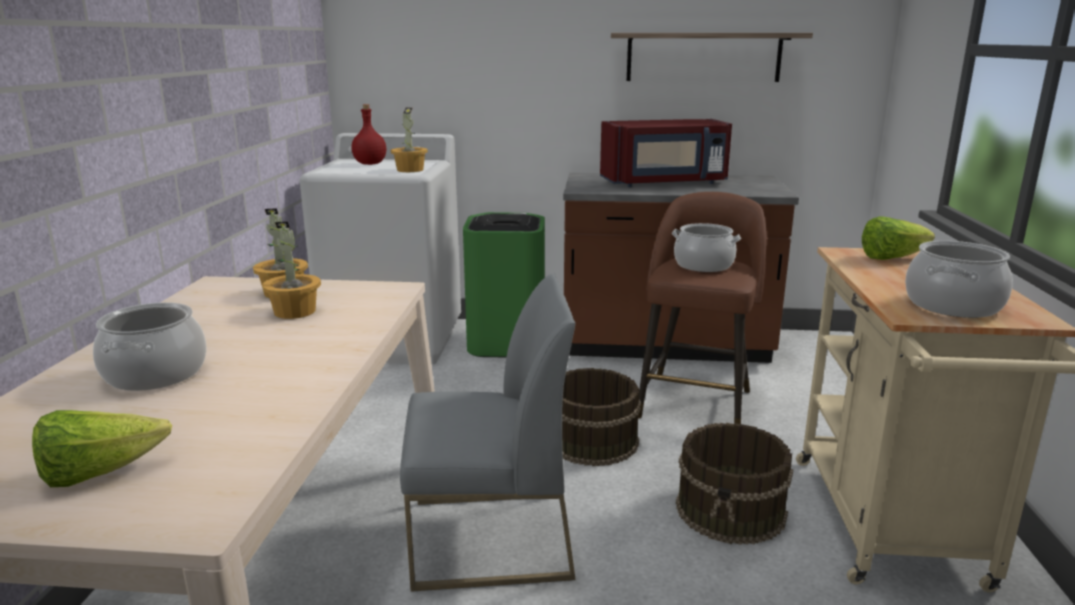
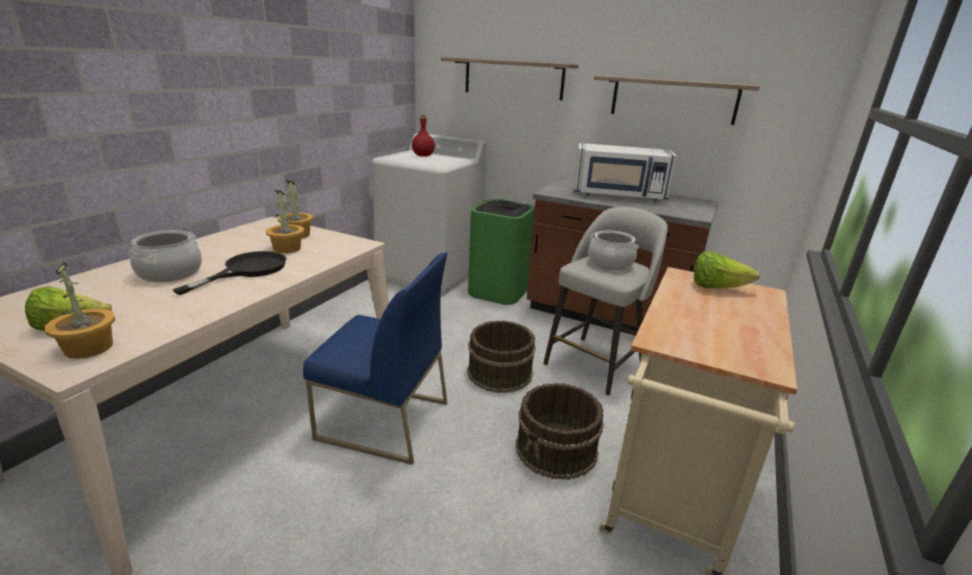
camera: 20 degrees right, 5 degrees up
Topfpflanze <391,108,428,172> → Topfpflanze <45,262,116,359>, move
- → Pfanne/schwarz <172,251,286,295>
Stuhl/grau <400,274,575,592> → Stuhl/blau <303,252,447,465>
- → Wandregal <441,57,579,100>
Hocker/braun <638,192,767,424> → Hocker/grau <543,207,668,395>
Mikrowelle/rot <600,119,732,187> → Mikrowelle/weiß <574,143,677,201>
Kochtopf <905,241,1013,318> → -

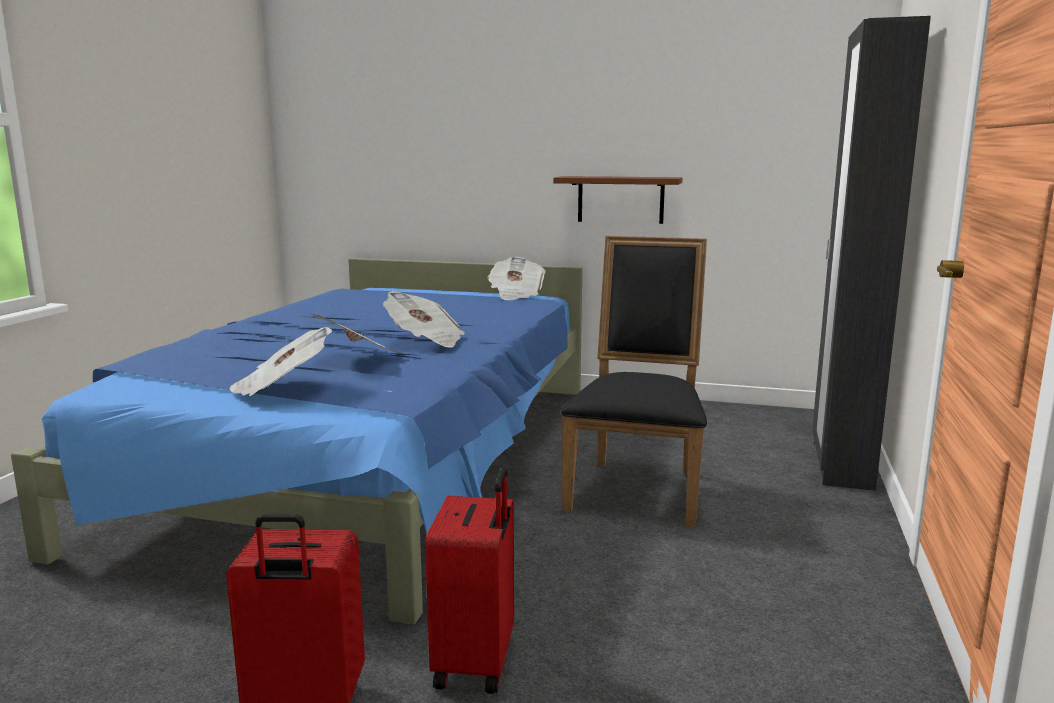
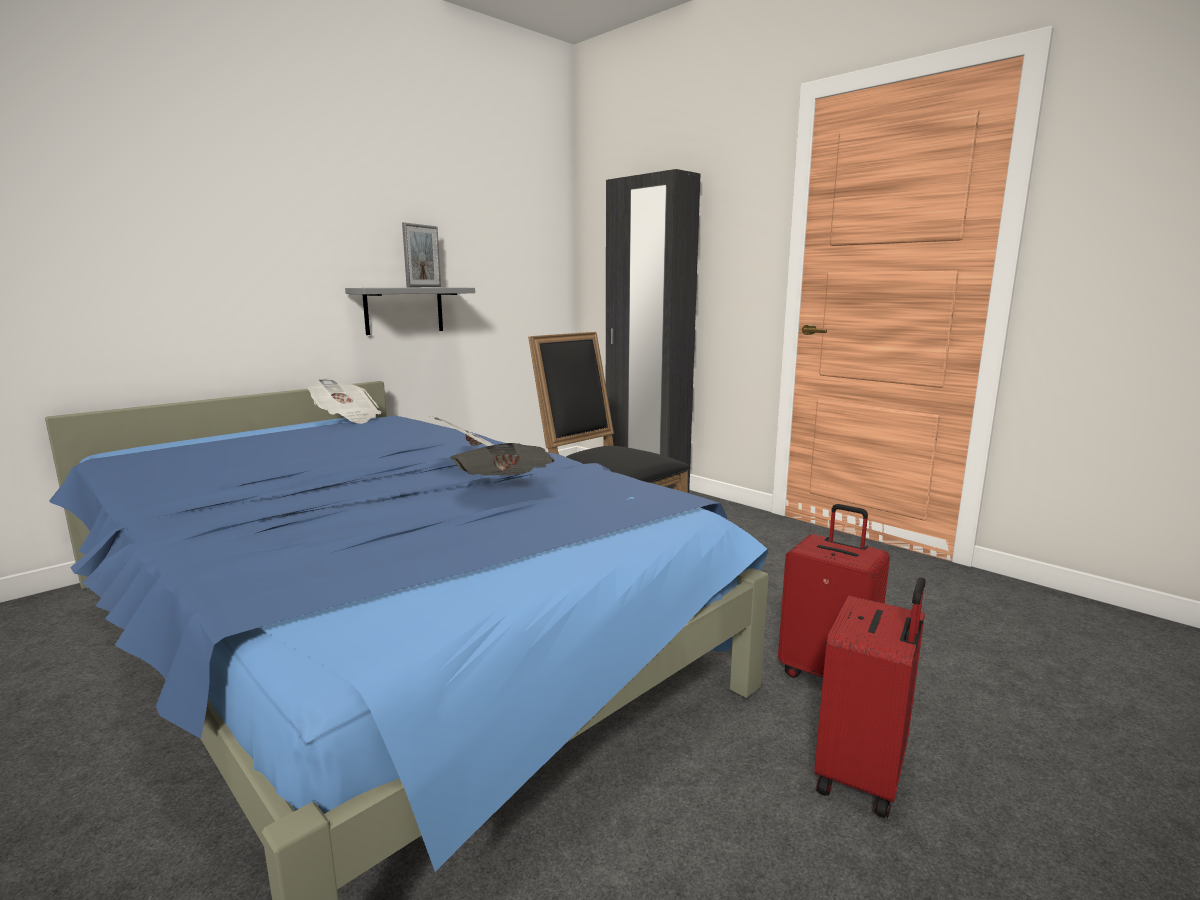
camera: 60 degrees left, 0 degrees up
Wandregal/braun <553,176,683,224> → Wandregal/grau <345,288,475,335>
- → Bilderrahmen <402,222,441,287>
Zeitung <229,327,332,396> → -

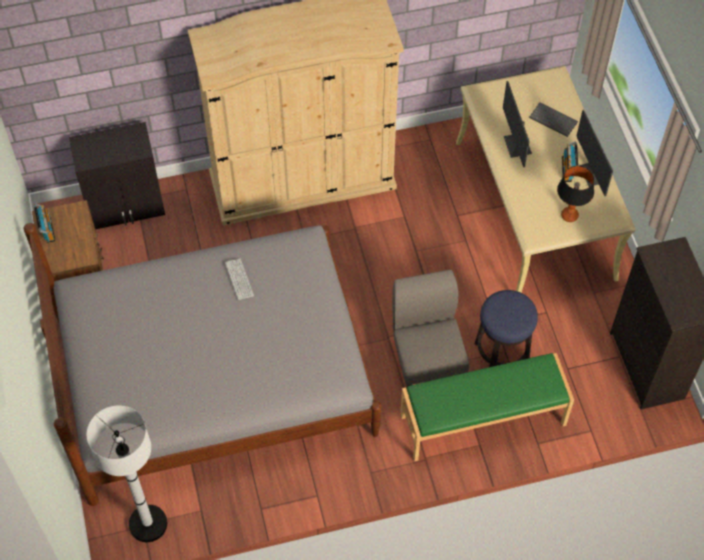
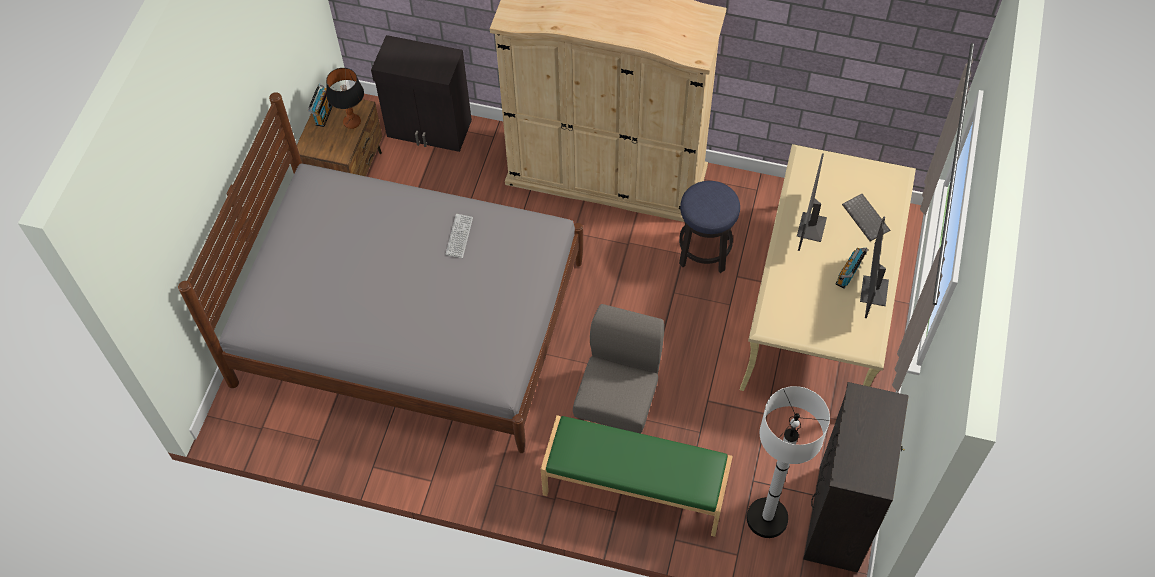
camera: 30 degrees right, 0 degrees up
Tischlampe <557,166,594,222> → Tischlampe <326,68,364,129>, move
Hocker <475,290,538,367> → Hocker <679,181,740,273>, move
Stehlampe/weiß <87,405,167,542> → Stehlampe/weiß <747,386,830,538>, move

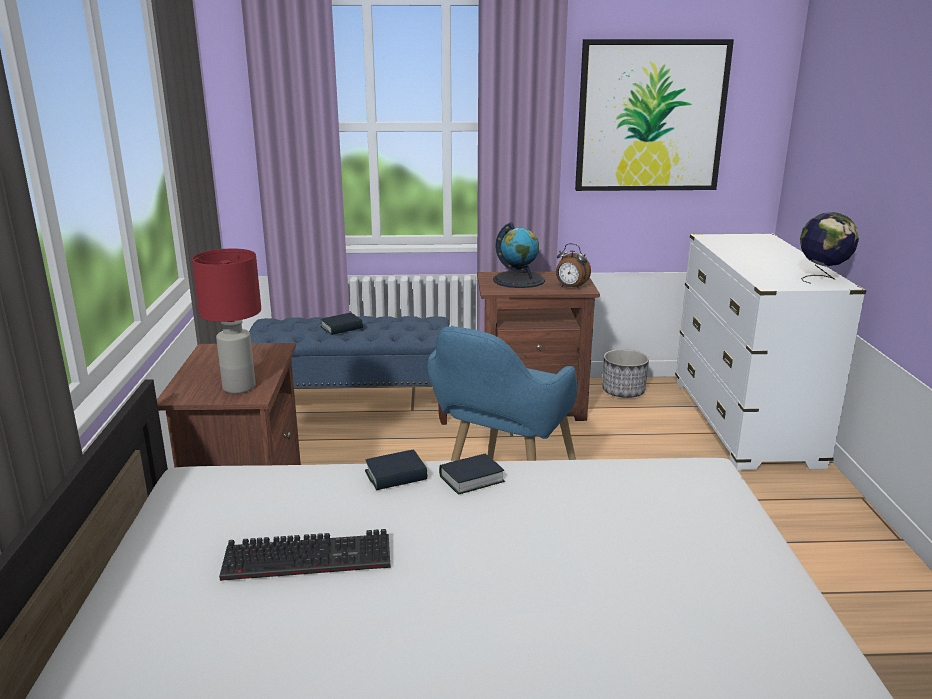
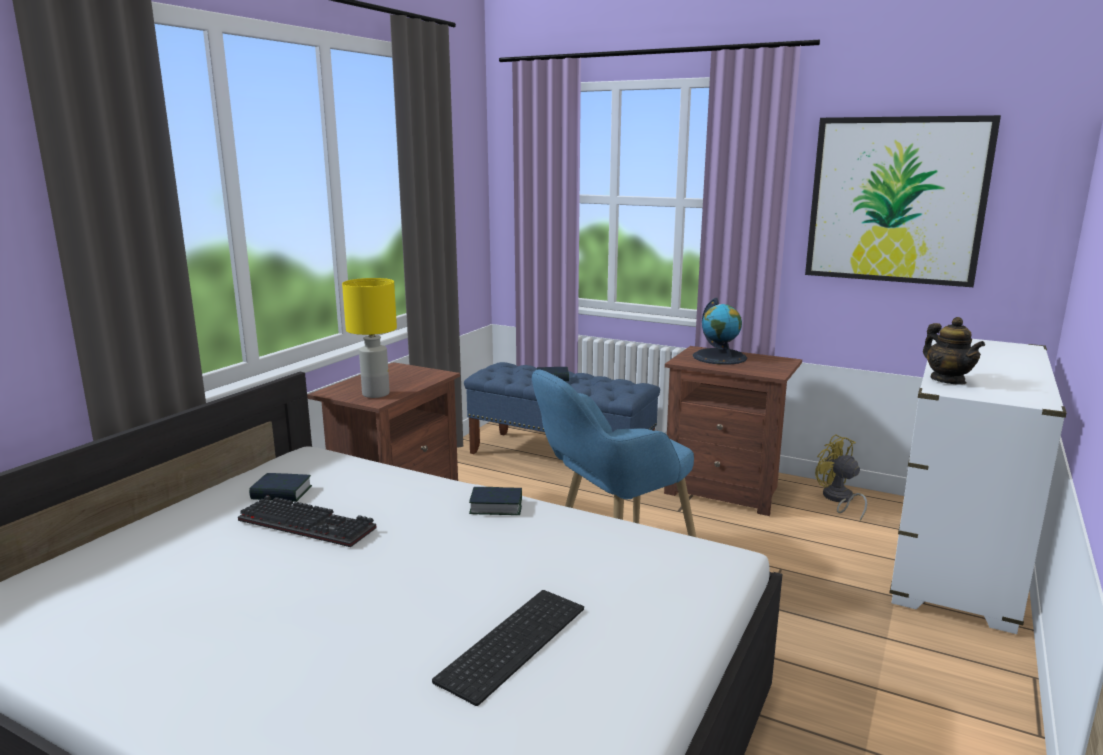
camera: 30 degrees right, 5 degrees down
Buch <365,449,427,490> → Buch <249,473,312,502>, move
Tischlampe/rot <192,248,261,393> → Tischlampe/gelb <342,278,397,398>
- → Tastatur <432,590,584,706>
Pflanzkübel <603,349,649,398> → Ventilator/gelb <815,434,867,521>
- → Teekanne <923,317,985,385>
Wecker <556,243,591,289> → -
Globus <800,212,859,284> → -

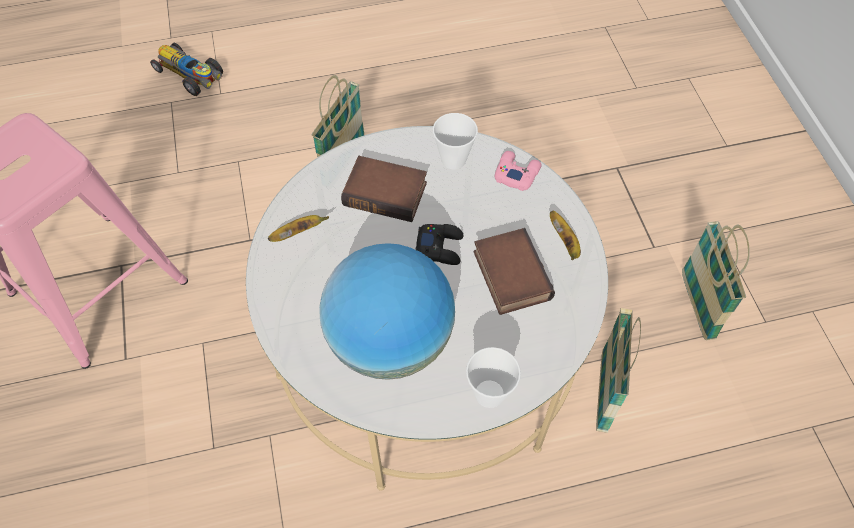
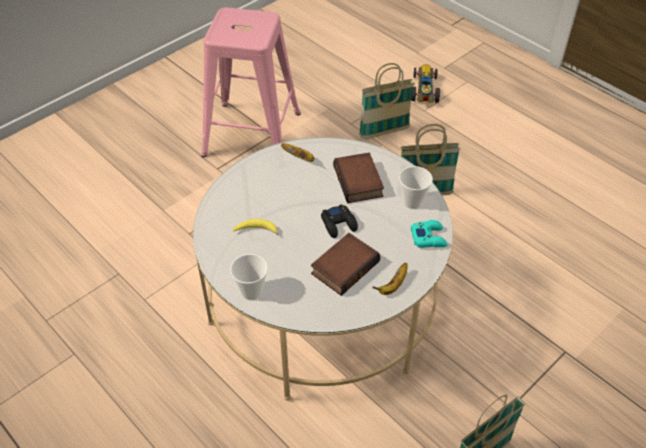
camera: 60 degrees right, 10 degrees down
Globus <319,243,455,380> → Banane <233,219,278,236>
Korb <596,308,641,433> → Korb <359,63,415,139>, move
Gamepad/rosa <495,151,542,191> → Gamepad/türkis <411,220,448,248>

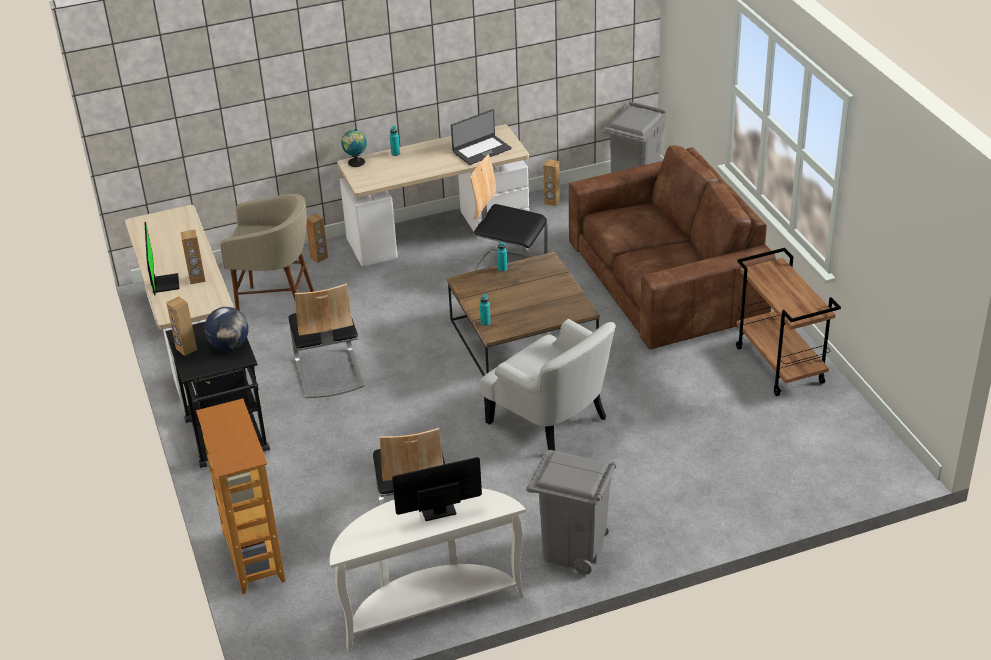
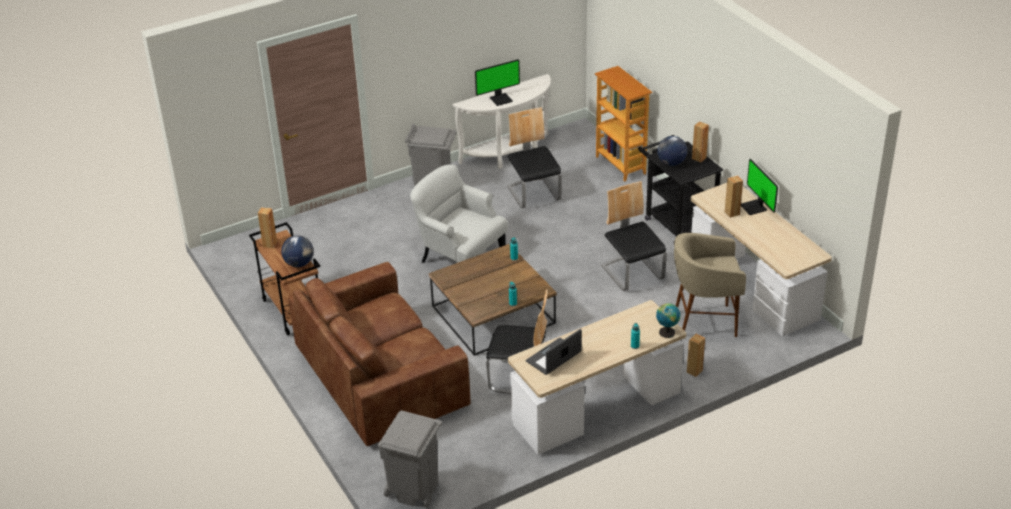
camera: 170 degrees right, 0 degrees up
Lautsprecher/braun <543,159,560,206> → Lautsprecher/braun <258,207,277,248>, move
- → Globus <281,235,313,267>

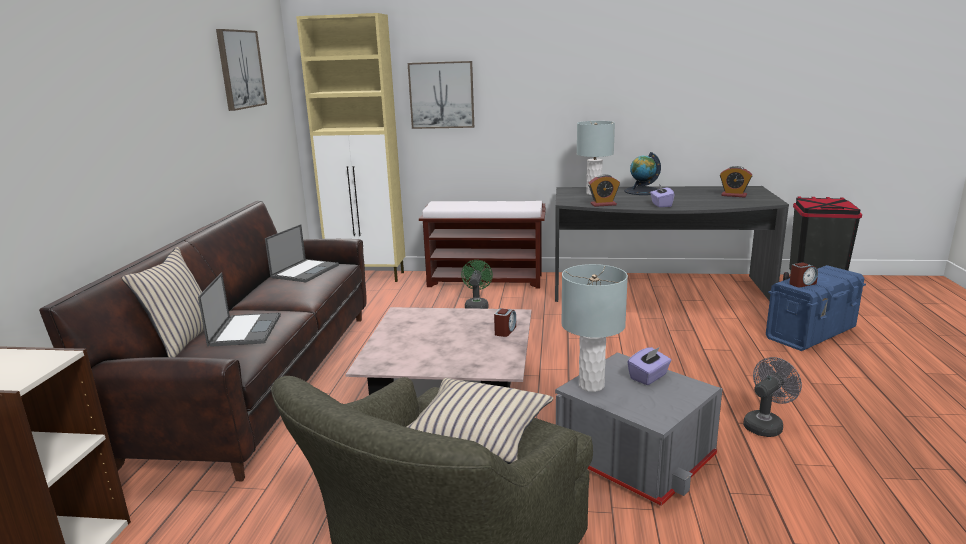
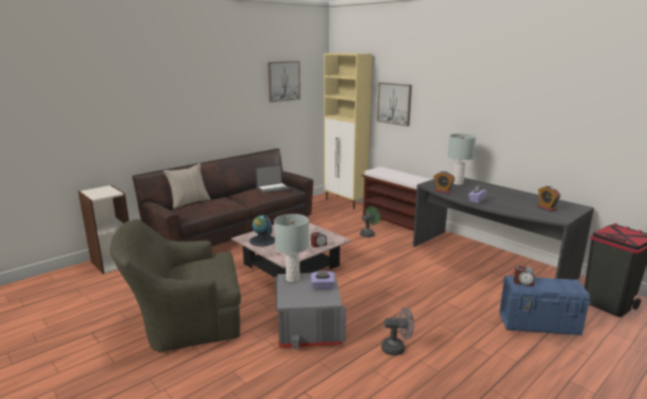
camera: 40 degrees right, 0 degrees up
Globus <624,152,661,195> → Globus <249,215,275,246>, move
Laptop <198,273,281,347> → -
Kissen/beige <406,378,553,464> → -

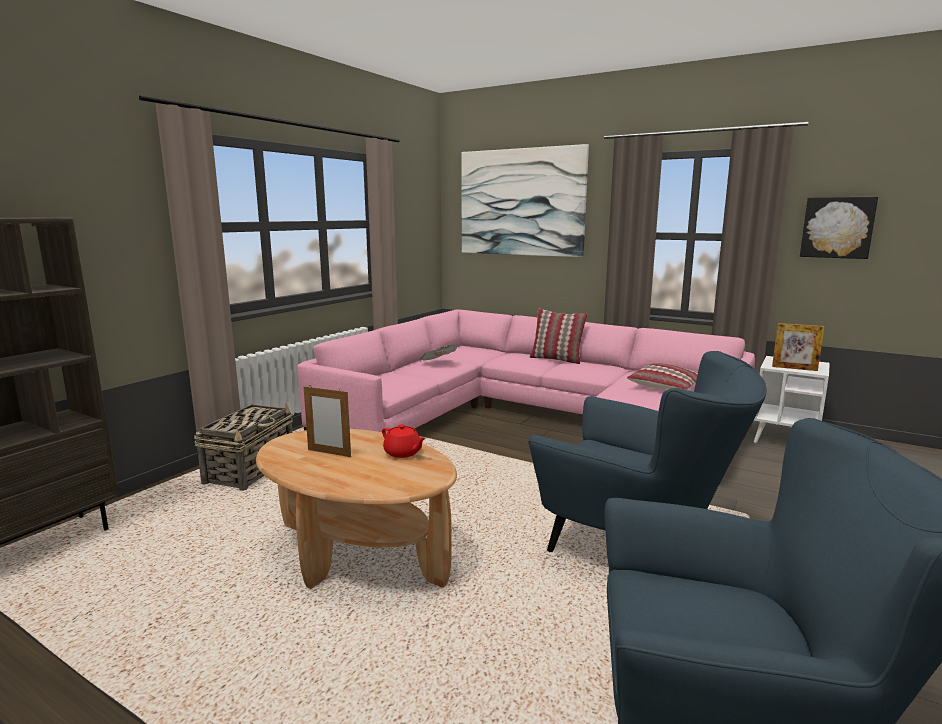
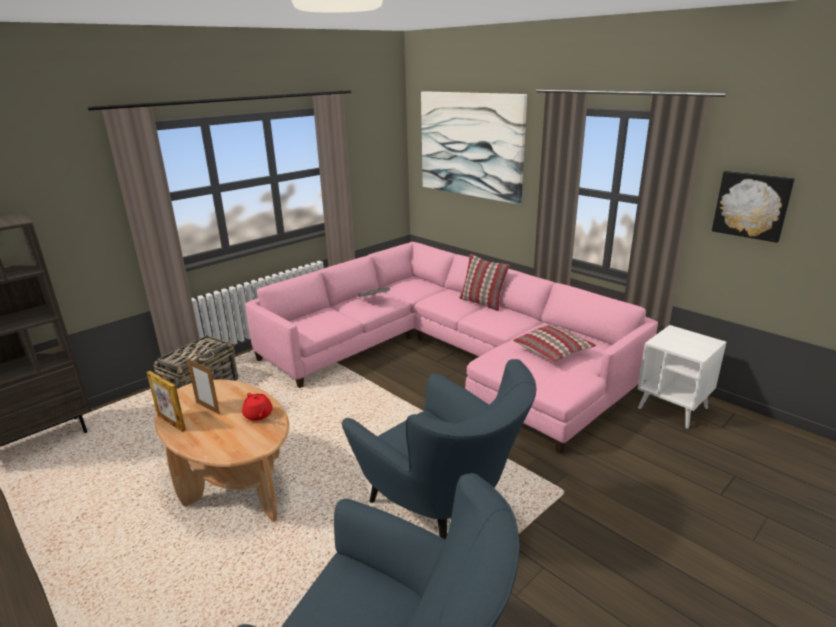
camera: 15 degrees right, 10 degrees up
Bilderrahmen <772,323,825,371> → Bilderrahmen <146,371,186,432>, move

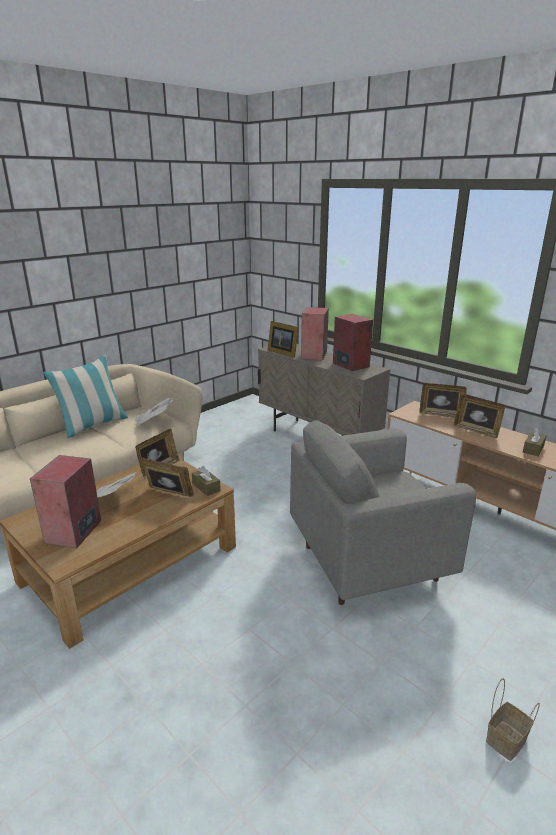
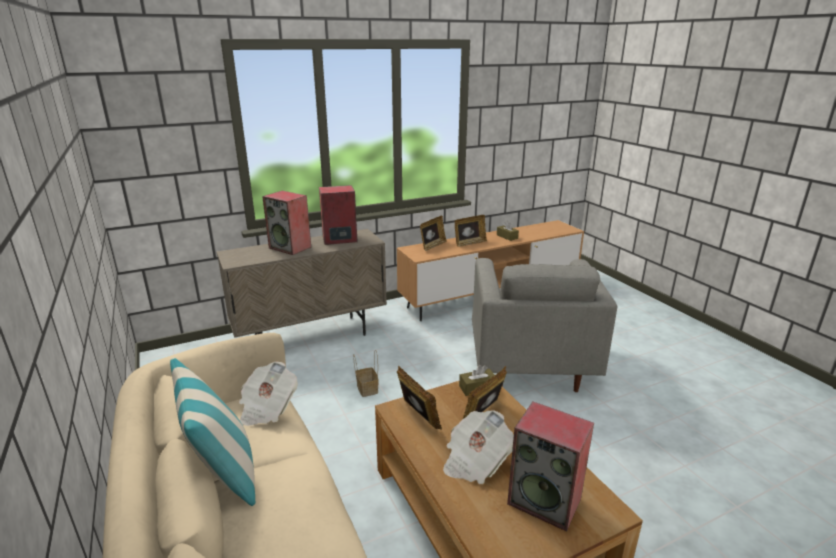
camera: 70 degrees left, 0 degrees up
Korb <486,678,540,761> → Korb <353,350,379,397>, move
Bilderrahmen <268,321,299,358> → -

